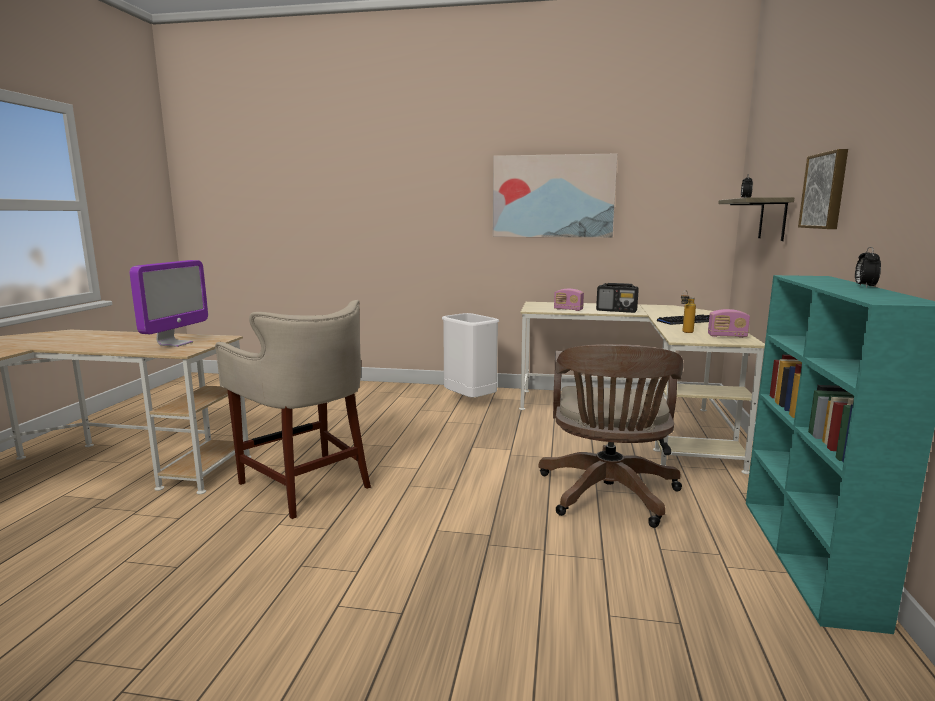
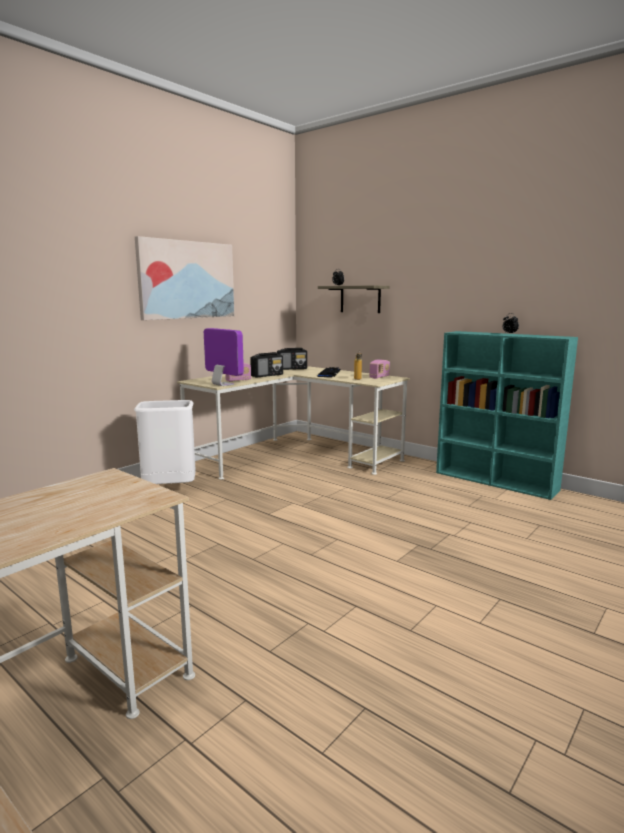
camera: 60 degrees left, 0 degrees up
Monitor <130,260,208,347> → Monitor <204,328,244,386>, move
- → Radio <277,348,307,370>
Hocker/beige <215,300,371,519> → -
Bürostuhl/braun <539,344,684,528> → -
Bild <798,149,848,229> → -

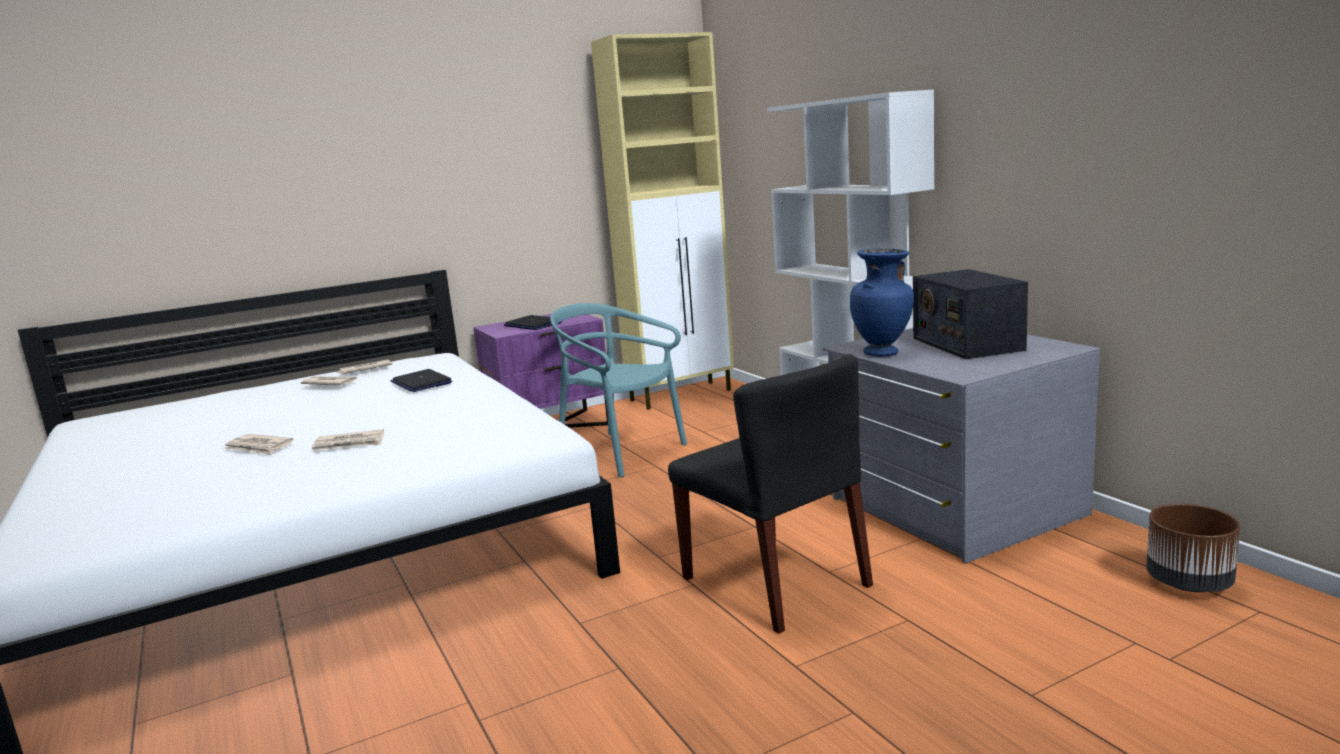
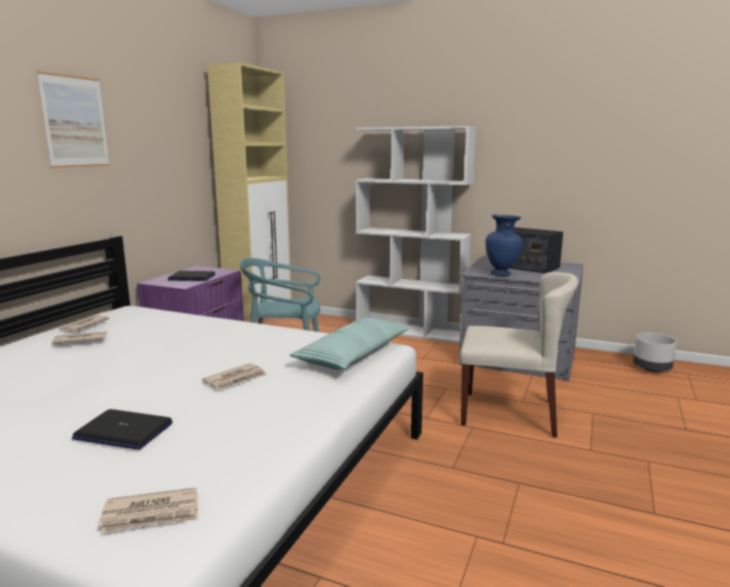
camera: 40 degrees left, 0 degrees up
- → Bild <37,71,110,168>
Laptop <391,369,452,392> → Laptop <72,409,173,450>, move
Zeitung <223,434,293,455> → Zeitung <98,487,198,533>, move
- → Kissen <290,317,408,370>
Stuhl/schwarz <668,354,873,634> → Stuhl/beige <459,272,578,438>
Pflanzkübel/braun <1146,504,1240,592> → Pflanzkübel/grau <633,333,677,372>

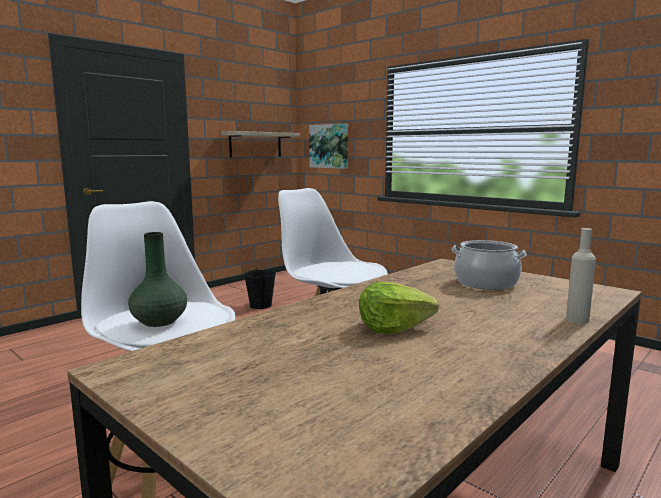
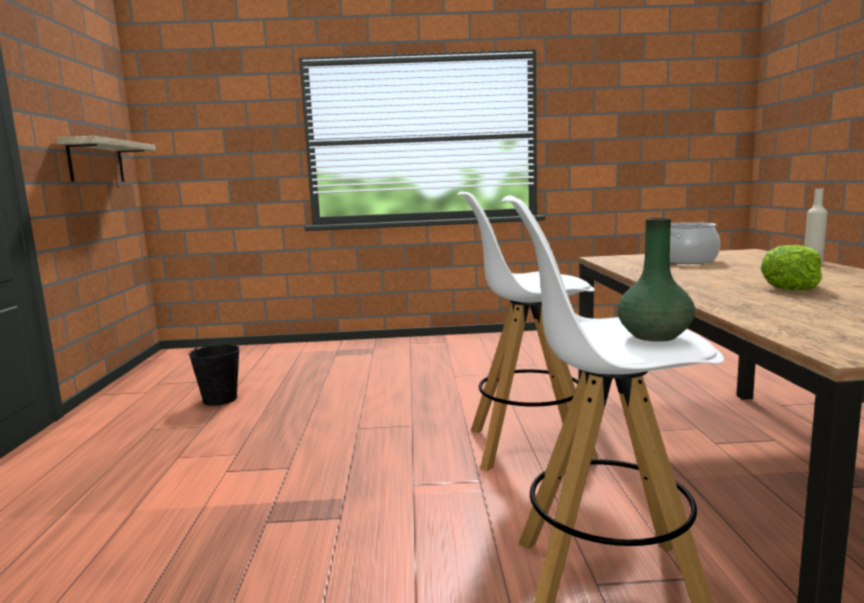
camera: 45 degrees left, 0 degrees up
Bild <309,123,348,169> → -

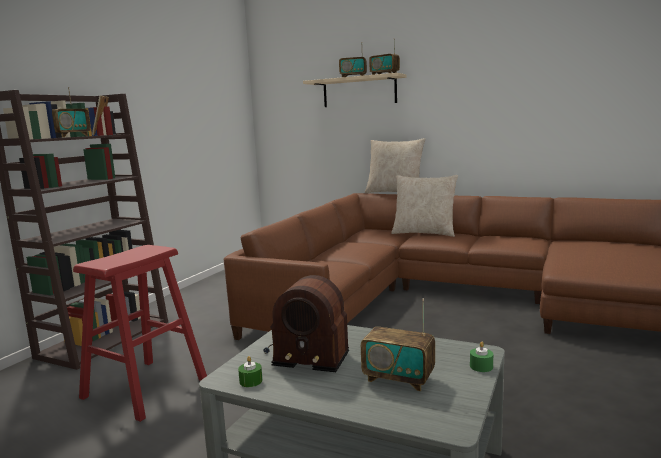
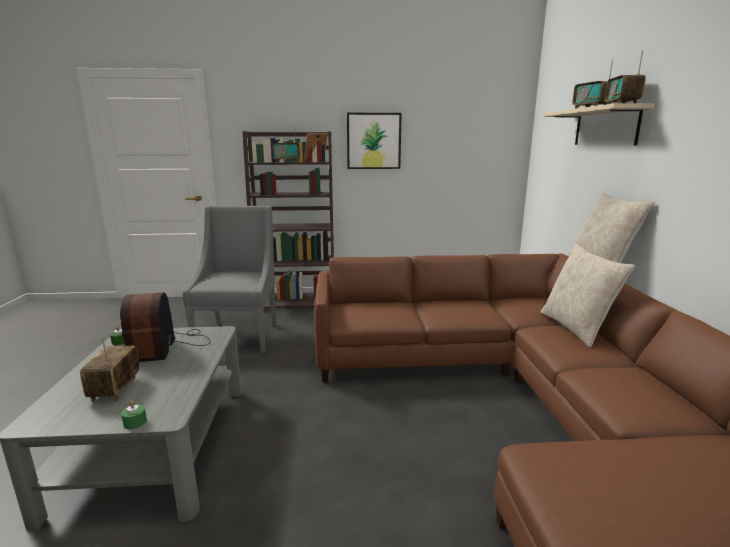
camera: 60 degrees right, 5 degrees up
Hocker/rot <73,245,207,422> → Sessel/grau <183,206,277,353>
- → Bild <347,113,402,169>

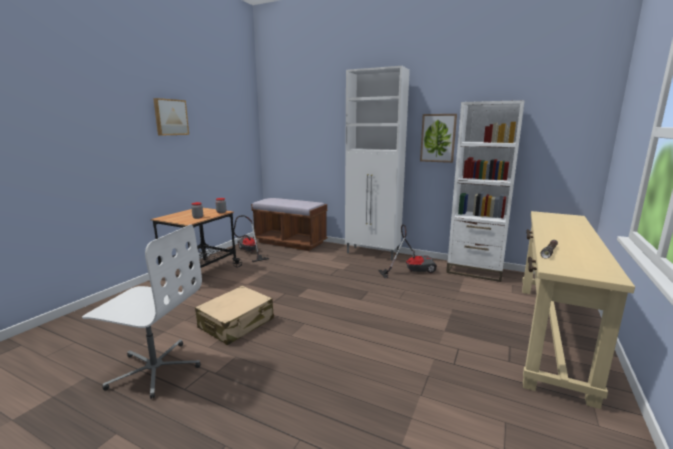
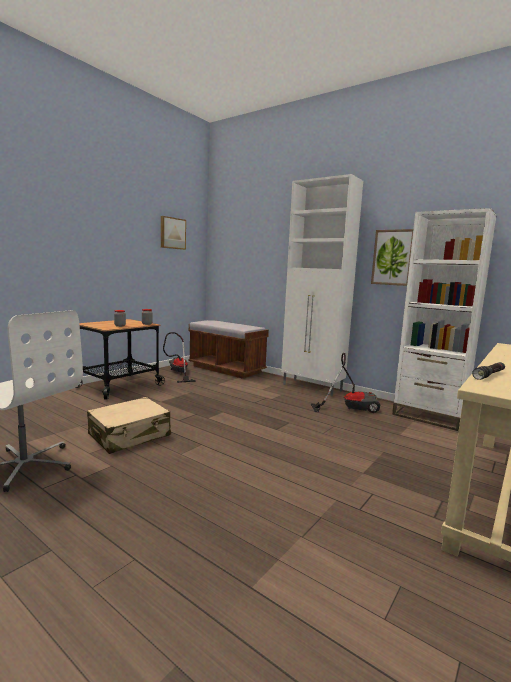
camera: 10 degrees right, 5 degrees down
Bild <153,98,189,136> → Bild <161,216,186,250>, move

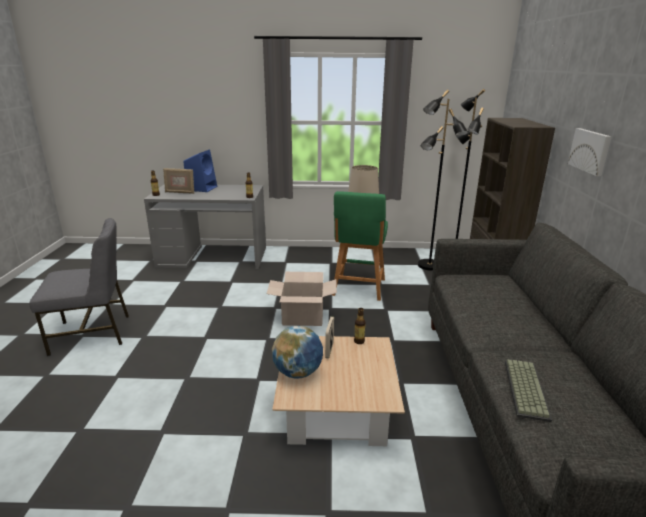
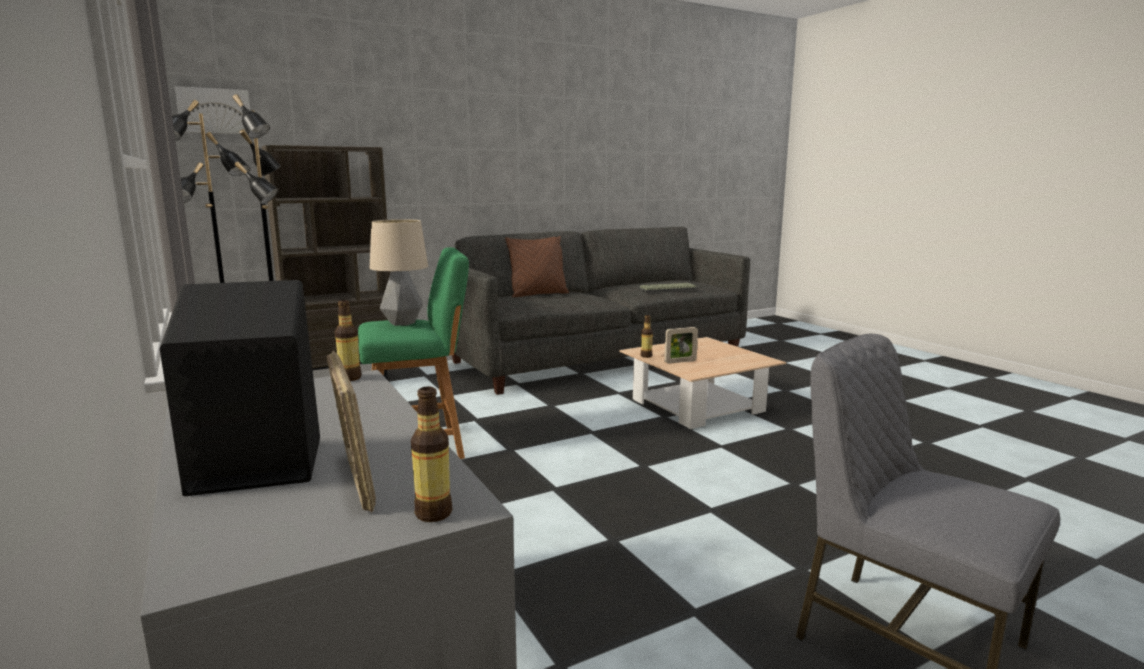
camera: 120 degrees left, 10 degrees down
Lautsprecher/blau <183,149,217,192> → Lautsprecher/schwarz <160,280,320,496>
Bild <568,128,612,176> → Bild <175,86,250,134>, move
- → Kissen/braun <505,236,569,297>
Karton <266,272,337,326> → -
Globus <272,326,323,379> → -

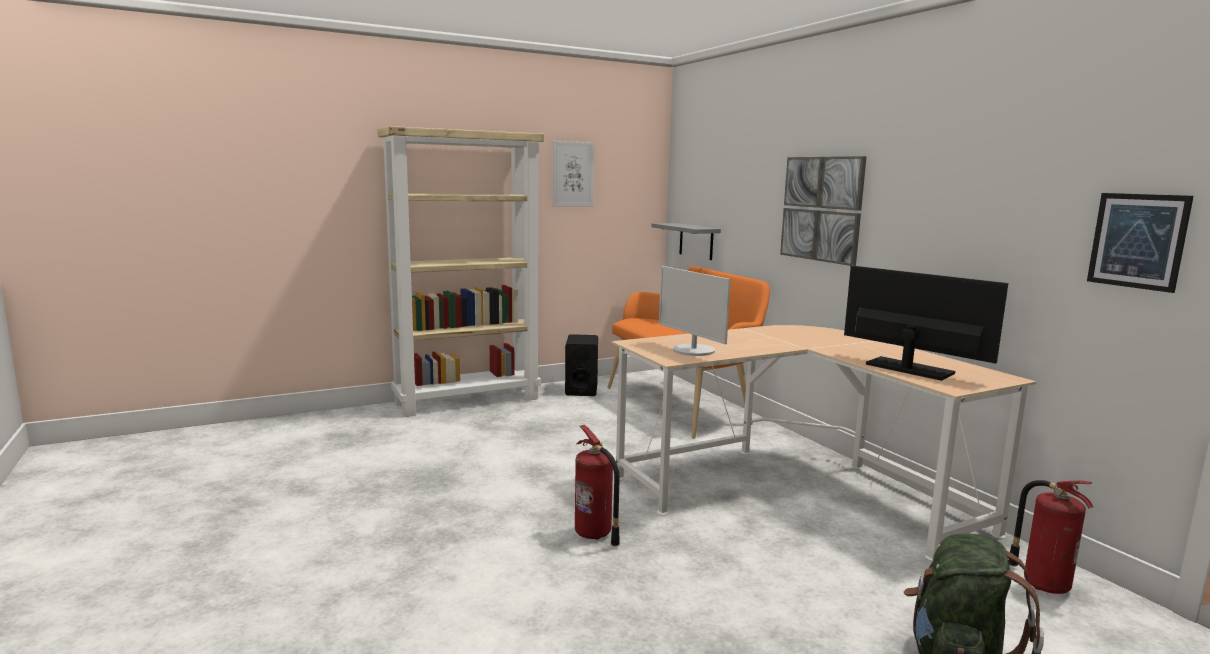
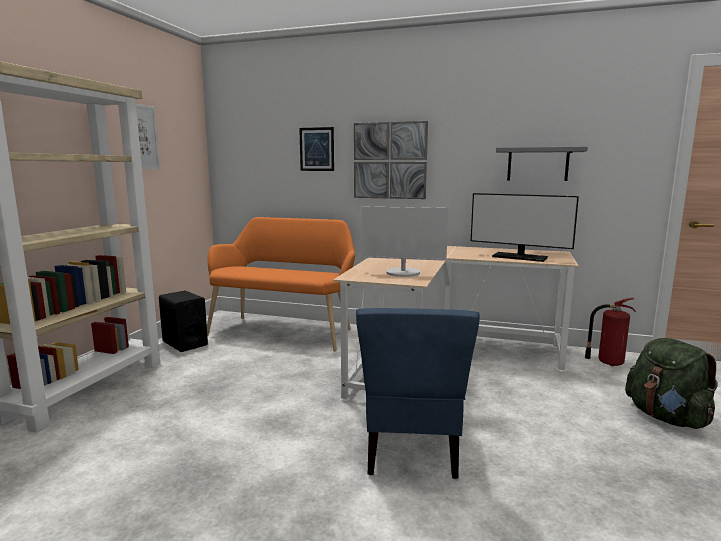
camera: 45 degrees left, 0 degrees up
Bild <1087,193,1193,293> → Bild <299,127,334,171>, move
Feuerlöscher <575,425,620,546> → Stuhl/blau <356,308,480,479>
Monitor <844,266,1008,381> → Monitor <471,193,579,262>, 150 degrees counterclockwise
Wandregal/grau <651,223,721,260> → Wandregal/grau <496,146,588,181>, move

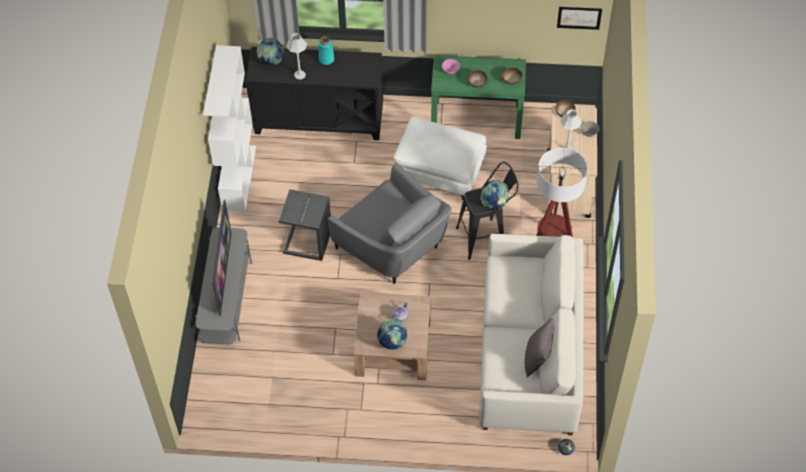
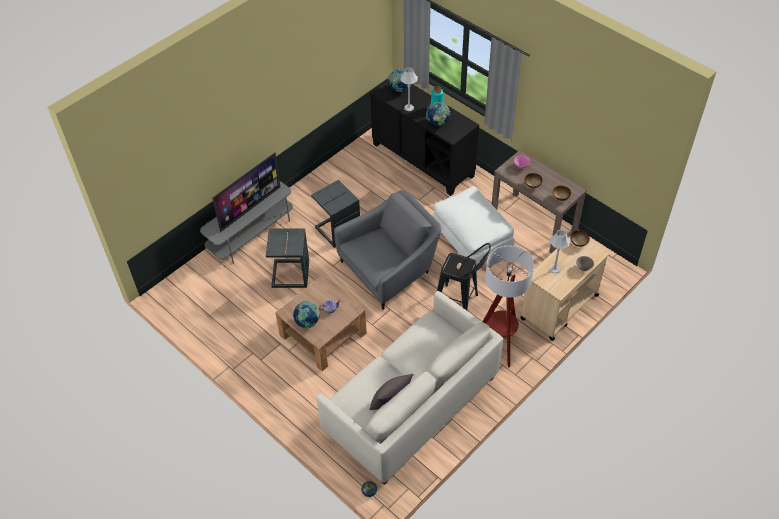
camera: 40 degrees right, 5 degrees down
- → Beistelltisch/grau <266,229,309,288>
Sessel/grau <328,164,452,284> → Sessel/grau <334,190,441,310>, 120 degrees counterclockwise
Globus <481,180,509,209> → Globus <426,102,450,126>, move
Konsolentisch/grün <431,55,526,139> → Konsolentisch/braun <492,149,587,253>
Bücherregal/weiß <203,45,256,213> → -
Bild <557,7,602,30> → -

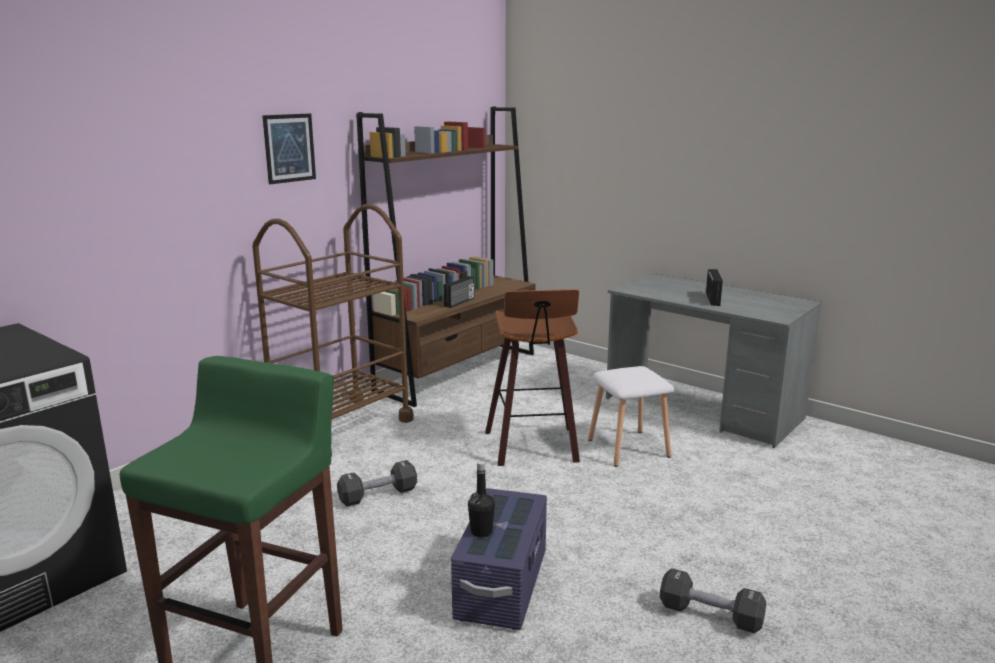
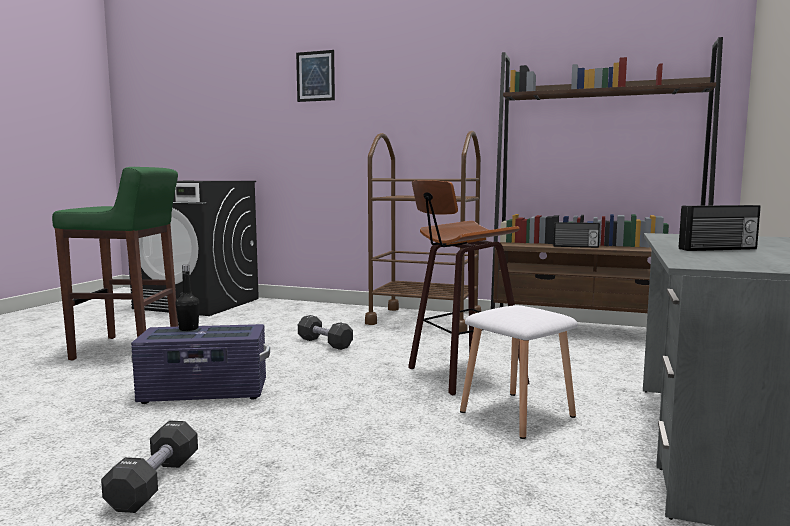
camera: 70 degrees right, 10 degrees down
Bild <262,113,316,184> → Bild <296,50,335,102>, move

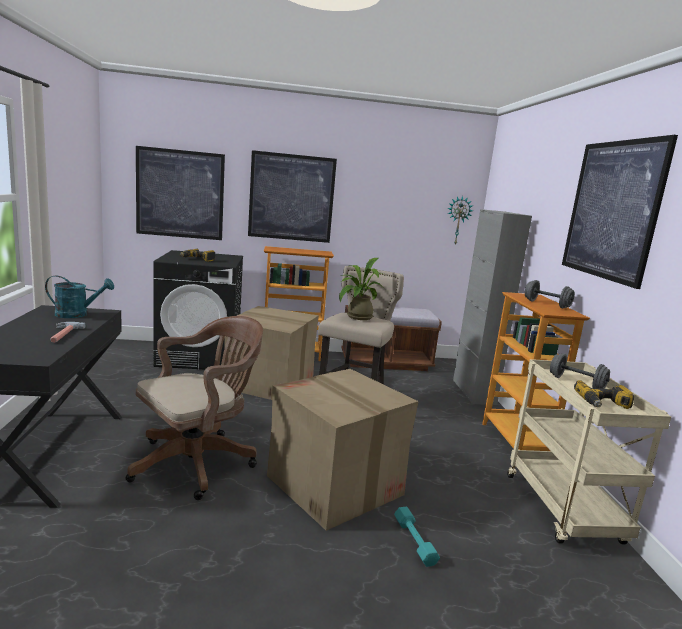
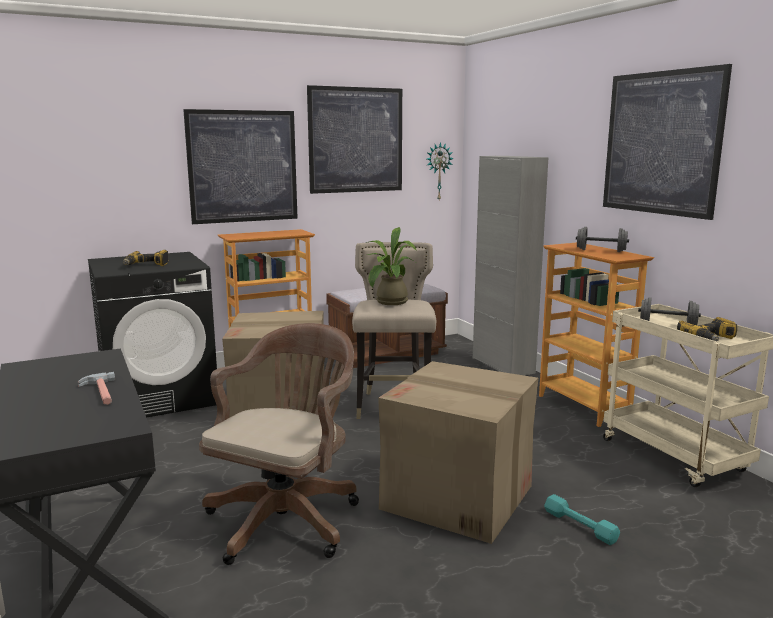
camera: 20 degrees left, 0 degrees up
Bild <136,146,225,240> → Bild <307,85,402,194>, move
Gießkanne/türkis <45,275,114,318> → -

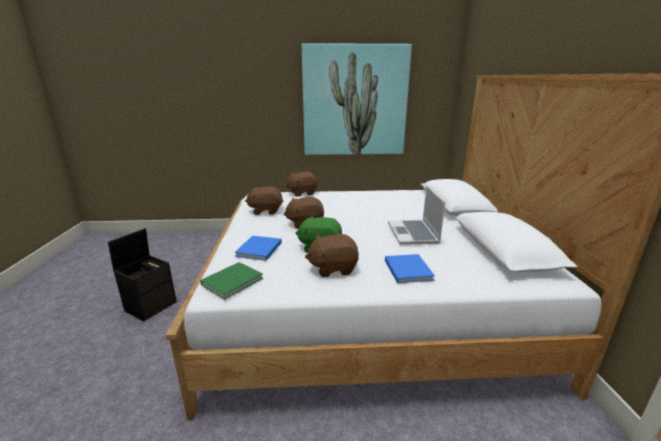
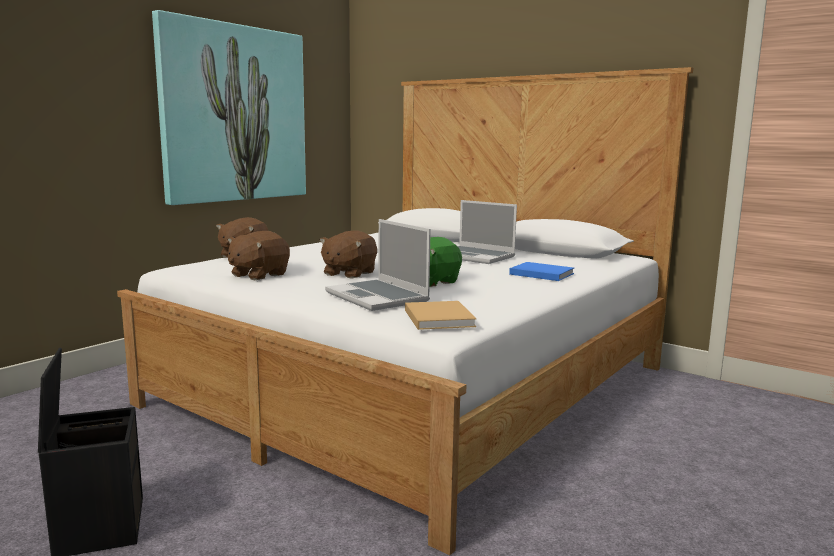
camera: 50 degrees left, 10 degrees down
Buch/blau <234,236,282,261> → Laptop <325,219,431,311>
Buch/grün <200,262,263,300> → Buch/beige <405,301,477,330>
Plüschtier/braun <305,234,359,277> → -

